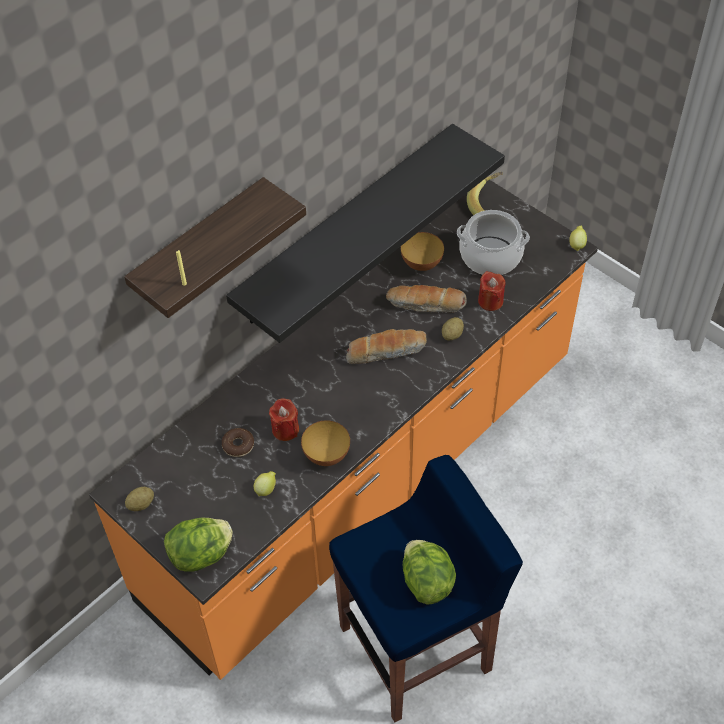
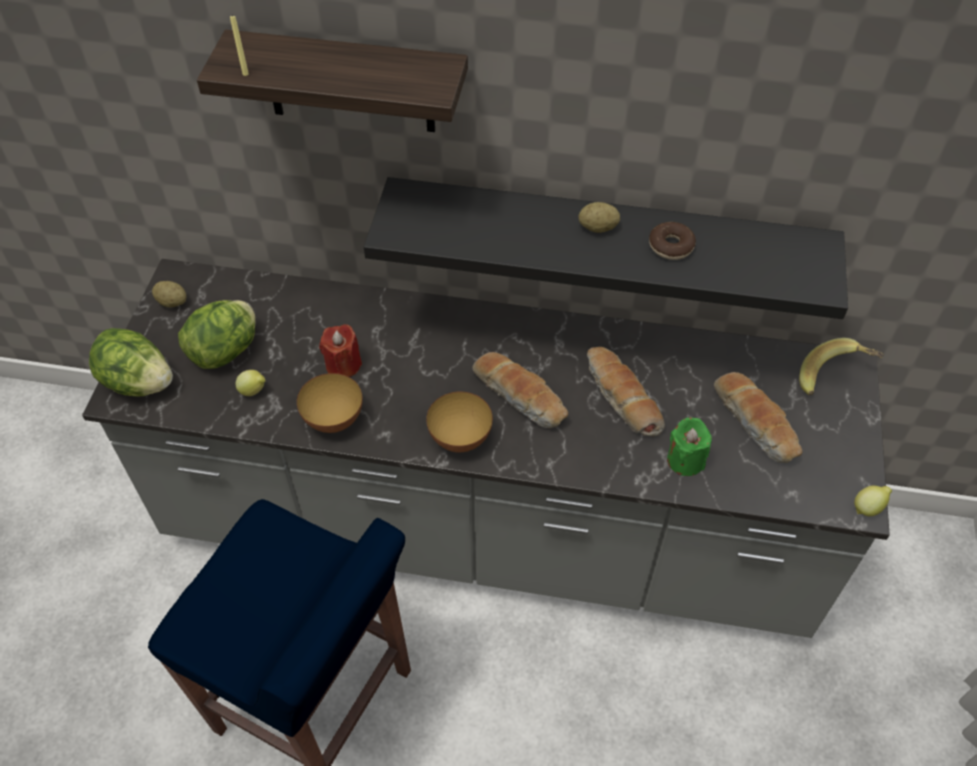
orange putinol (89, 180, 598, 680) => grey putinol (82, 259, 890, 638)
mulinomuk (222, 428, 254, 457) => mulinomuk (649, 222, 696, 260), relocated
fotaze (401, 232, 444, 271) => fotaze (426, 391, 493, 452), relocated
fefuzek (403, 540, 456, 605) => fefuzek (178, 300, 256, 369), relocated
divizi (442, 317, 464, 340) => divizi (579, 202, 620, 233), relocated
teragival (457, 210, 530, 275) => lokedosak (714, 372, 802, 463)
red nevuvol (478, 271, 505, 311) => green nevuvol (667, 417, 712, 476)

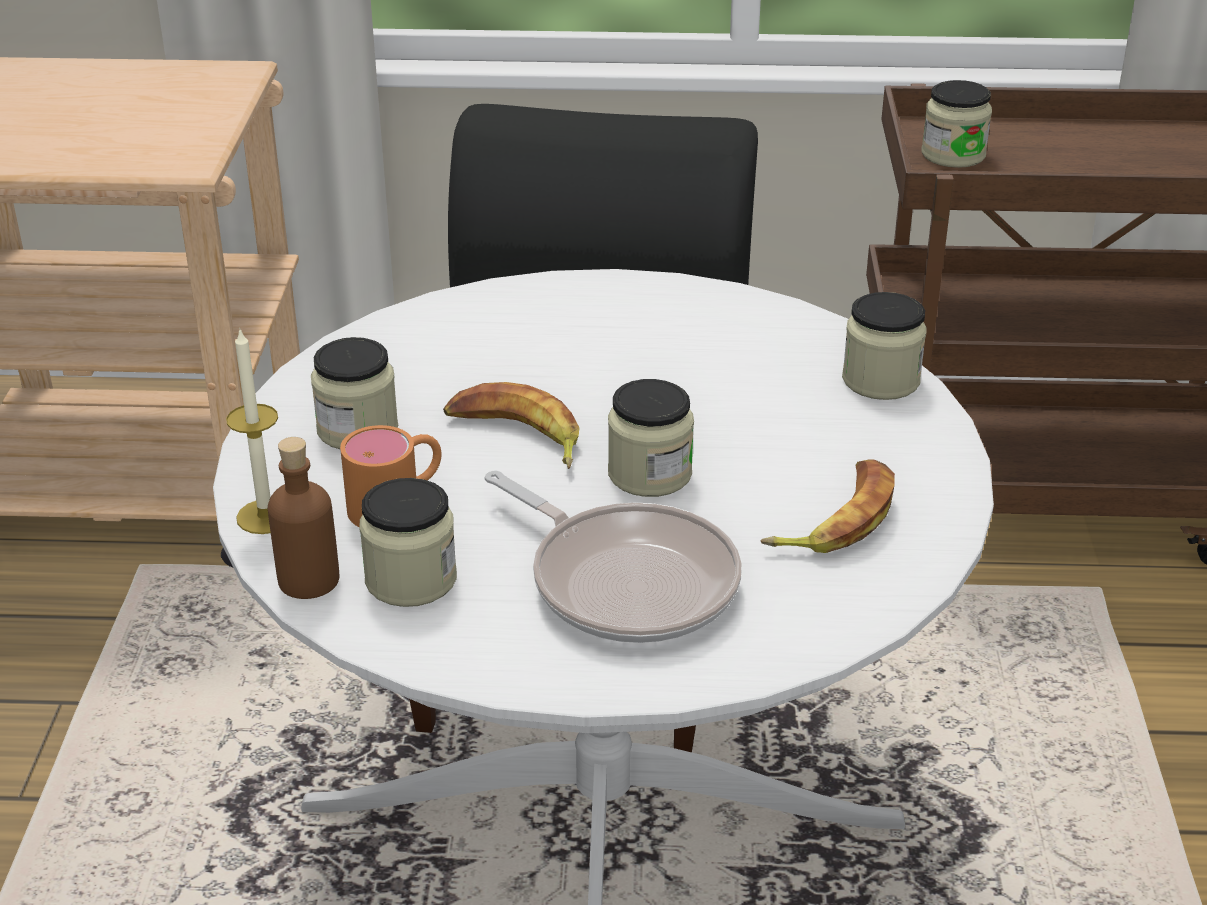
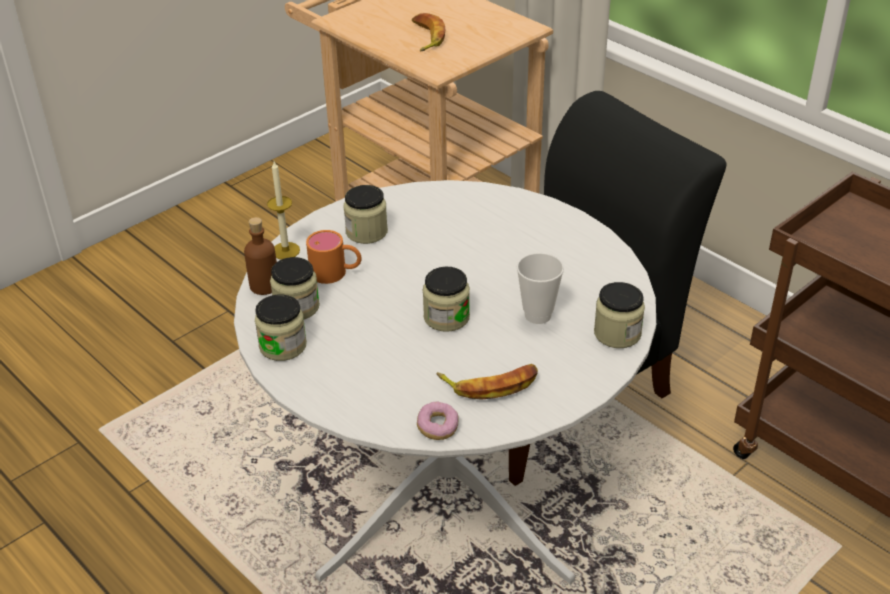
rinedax (443, 382, 580, 469) => rinedax (412, 13, 445, 51), relocated
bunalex (484, 470, 742, 643) => nothing
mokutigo (922, 80, 992, 168) => mokutigo (255, 295, 307, 361), relocated
nothing => mulinomuk (417, 402, 459, 440)
nothing => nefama (517, 253, 564, 324)

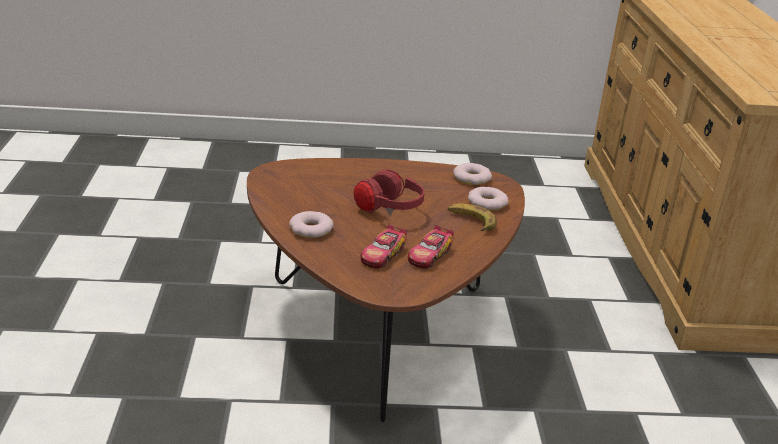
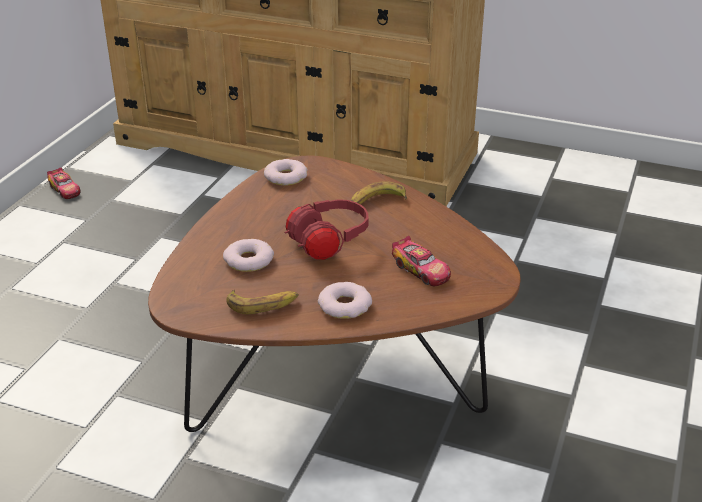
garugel (408, 225, 454, 269) => garugel (47, 168, 80, 199), relocated
mulinomuk (468, 187, 508, 210) => mulinomuk (223, 239, 274, 272), relocated
nothing => rinedax (226, 290, 299, 314)

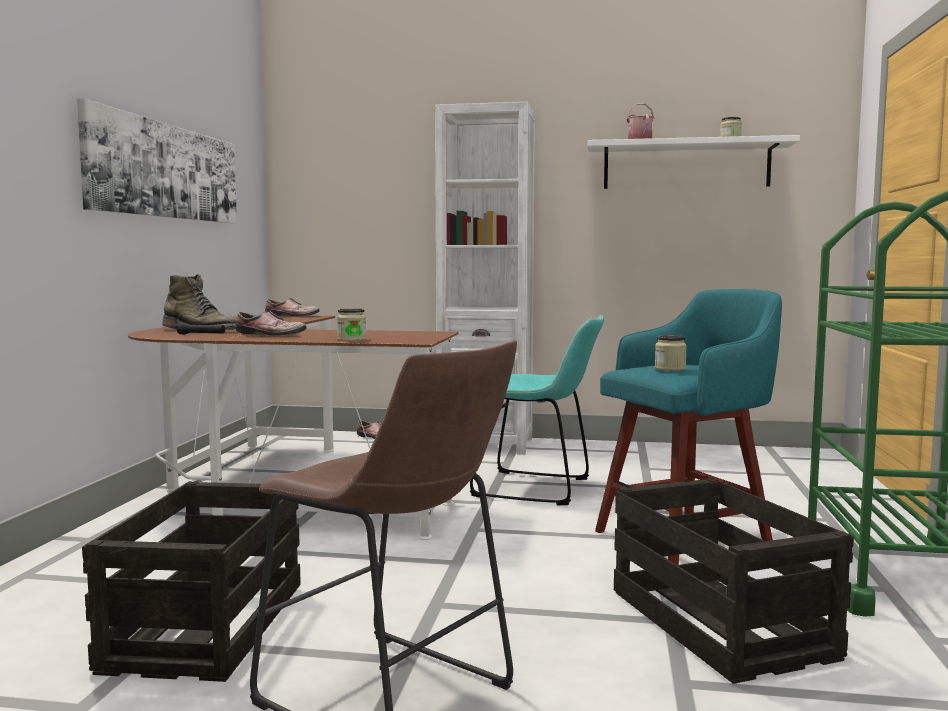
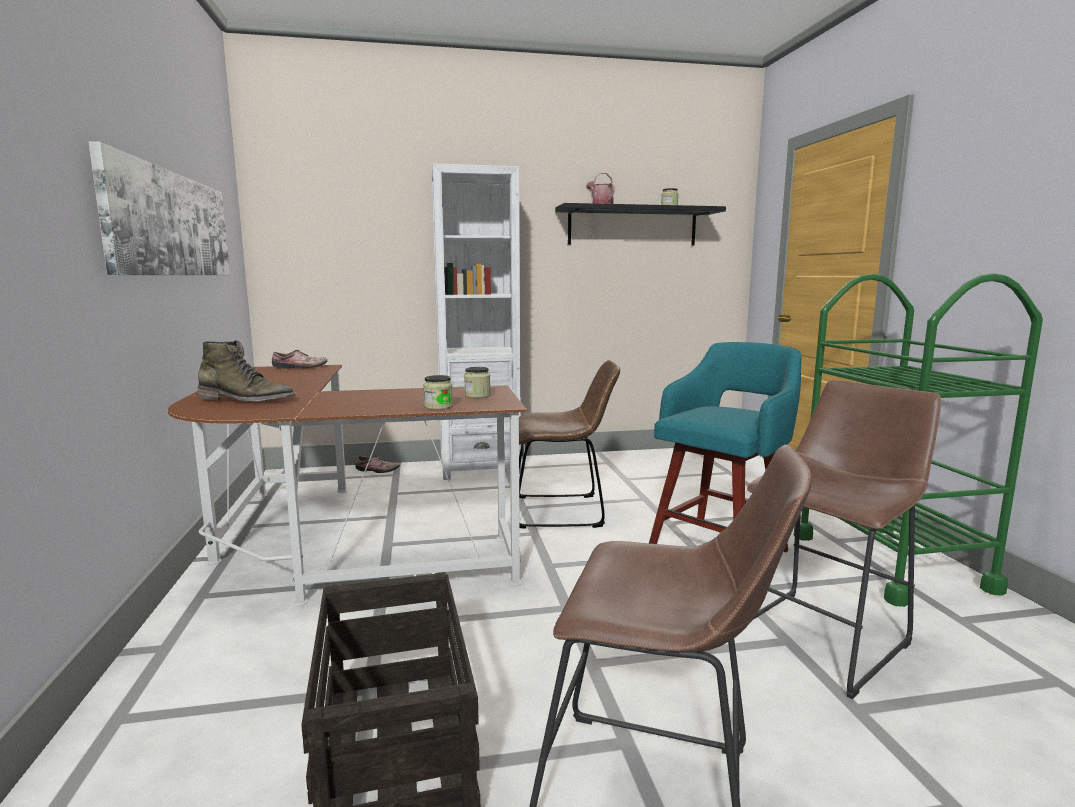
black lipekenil (176, 323, 225, 334) => nothing
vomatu (236, 311, 307, 336) => nothing
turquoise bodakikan (469, 315, 604, 505) => brown bodakikan (519, 360, 620, 529)
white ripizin (588, 135, 800, 189) => black ripizin (555, 203, 726, 246)
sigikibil (614, 478, 854, 684) => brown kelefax (747, 380, 941, 699)
mokutigo (655, 335, 687, 371) => mokutigo (464, 367, 490, 398), relocated

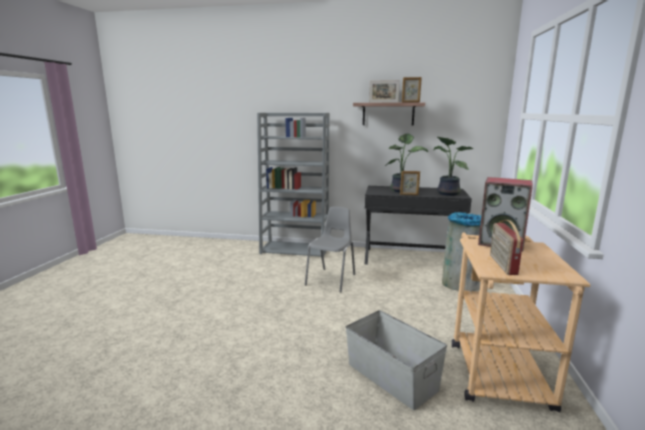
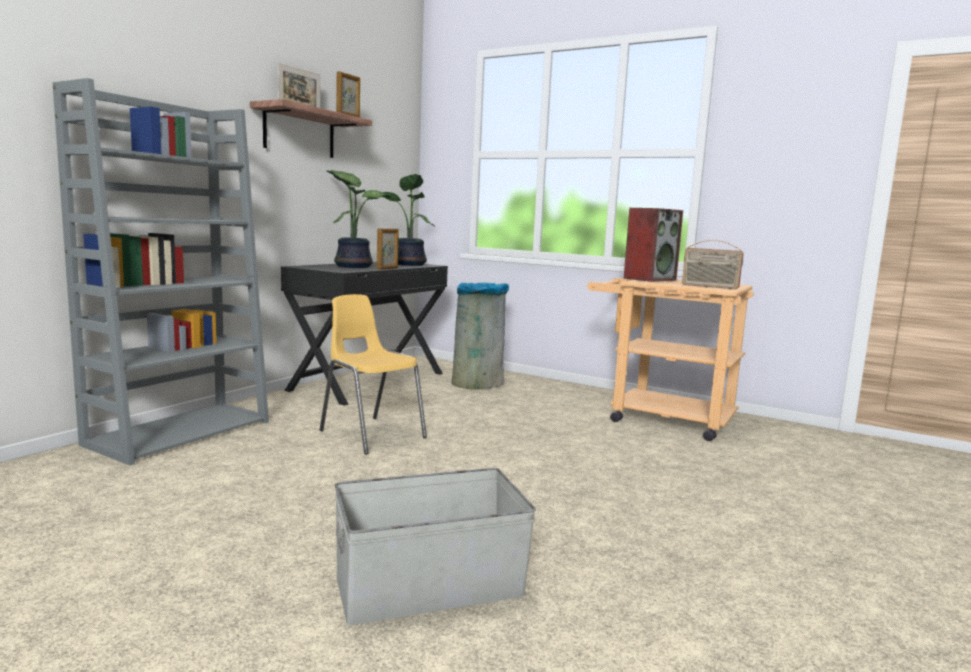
grey bodakikan (305, 207, 355, 292) => yellow bodakikan (320, 294, 427, 454)
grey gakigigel (346, 310, 447, 410) => grey gakigigel (335, 468, 536, 625), relocated

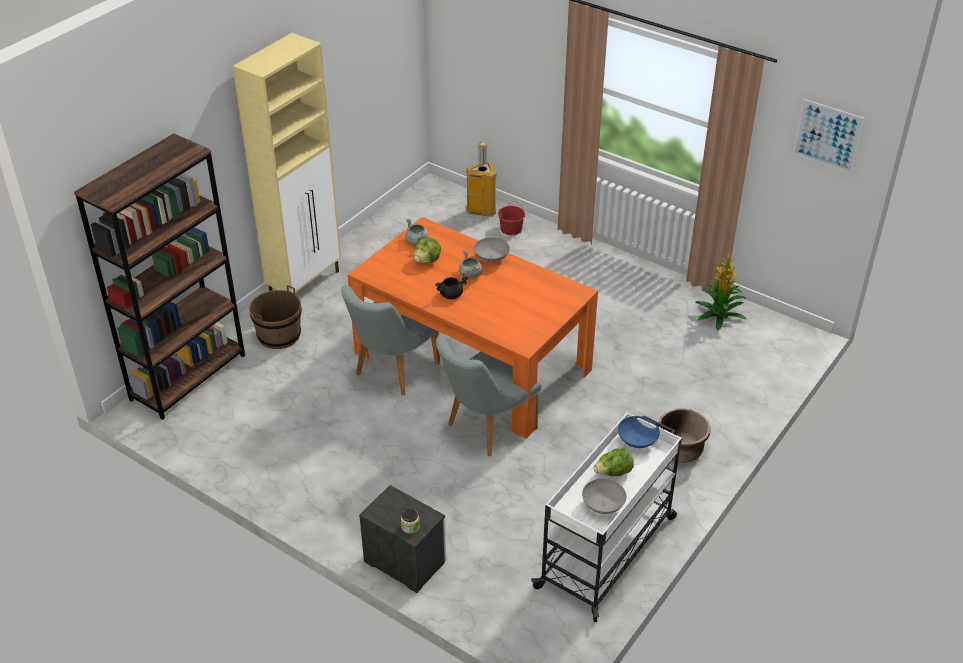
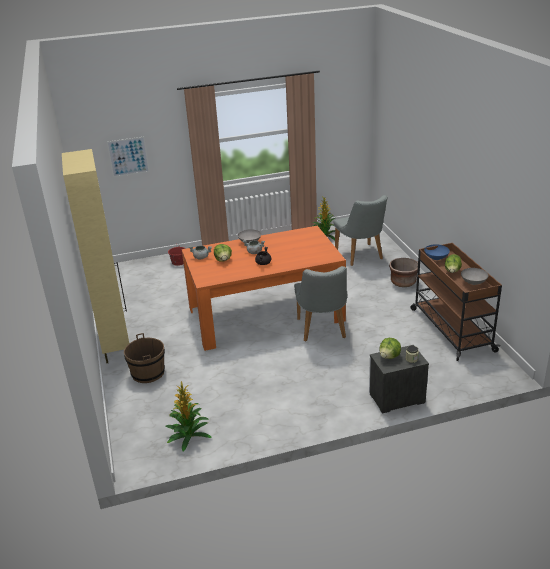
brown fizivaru (74, 133, 245, 420) => nothing
grey bodakikan (341, 286, 440, 396) => grey bodakikan (333, 195, 387, 266), relocated
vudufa (466, 142, 496, 217) => nothing
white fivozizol (531, 412, 682, 622) => brown fivozizol (410, 243, 502, 361)
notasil (793, 99, 865, 174) => notasil (107, 137, 150, 177), relocated
nothing => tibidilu (166, 381, 212, 451)
nothing => fefuzek (379, 338, 401, 359)

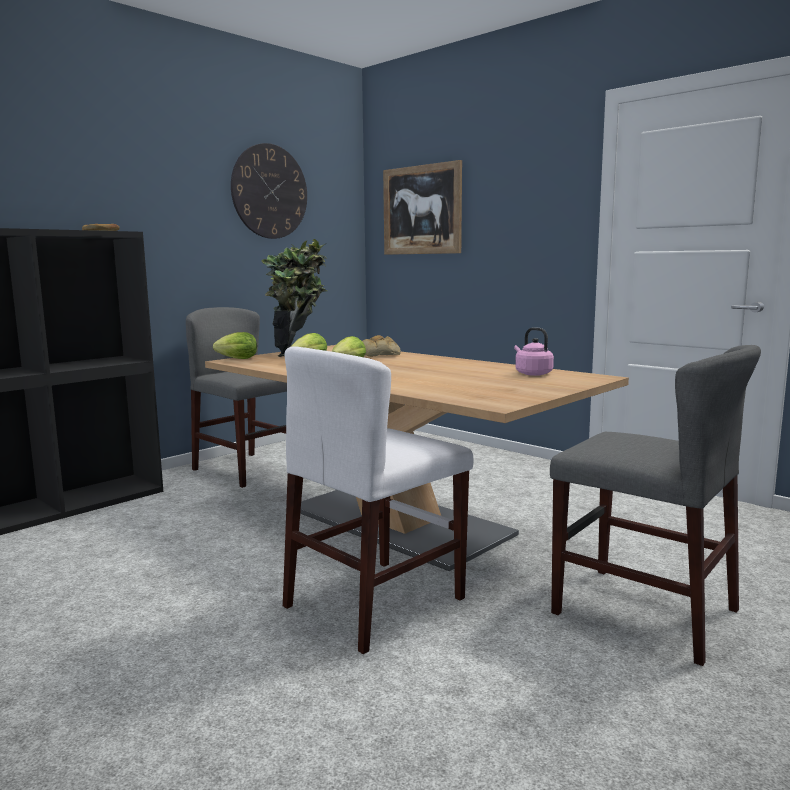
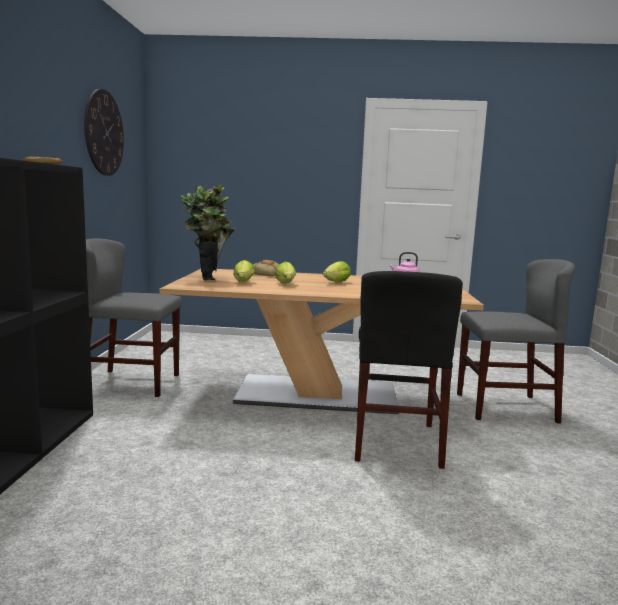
fefuzek (213, 332, 257, 359) => fefuzek (323, 261, 351, 282), relocated
white bodakikan (283, 346, 473, 654) => black bodakikan (355, 271, 463, 469)
notasil (383, 160, 462, 255) => nothing

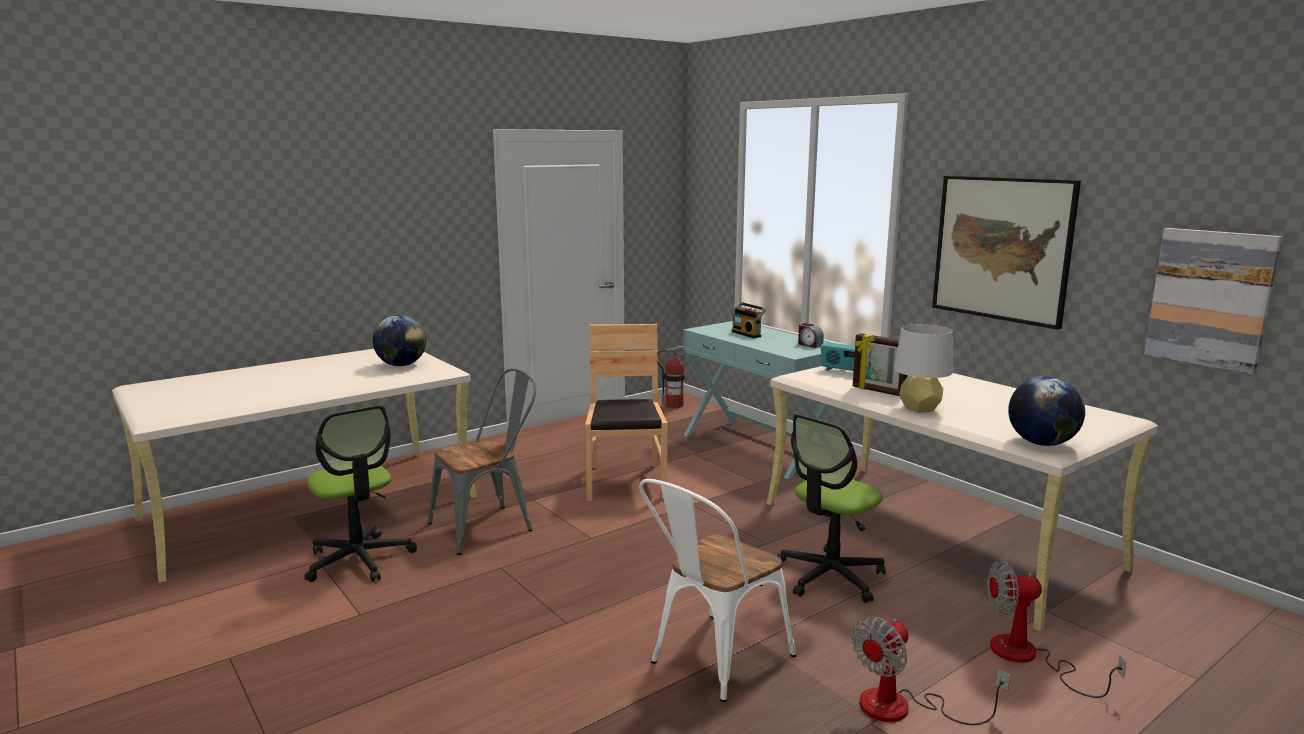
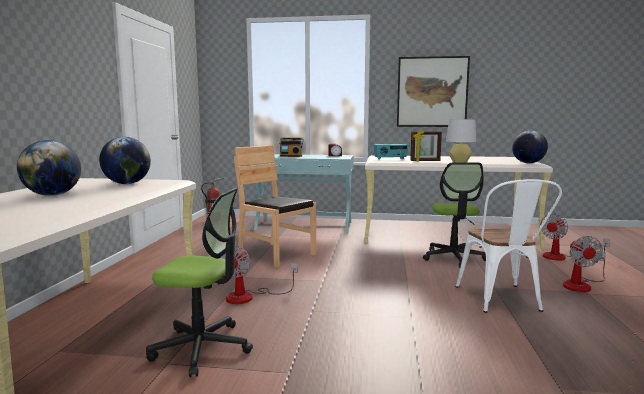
grey bodakikan (428, 368, 536, 555) => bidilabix (220, 245, 298, 304)
notasil (1144, 228, 1282, 375) => nothing
nothing => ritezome (17, 140, 81, 196)

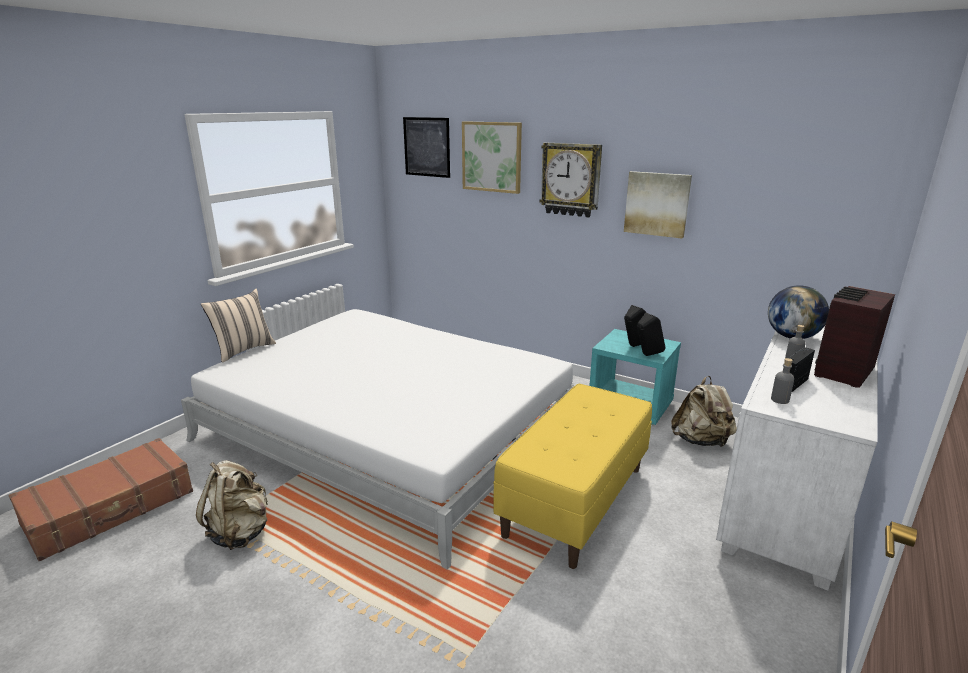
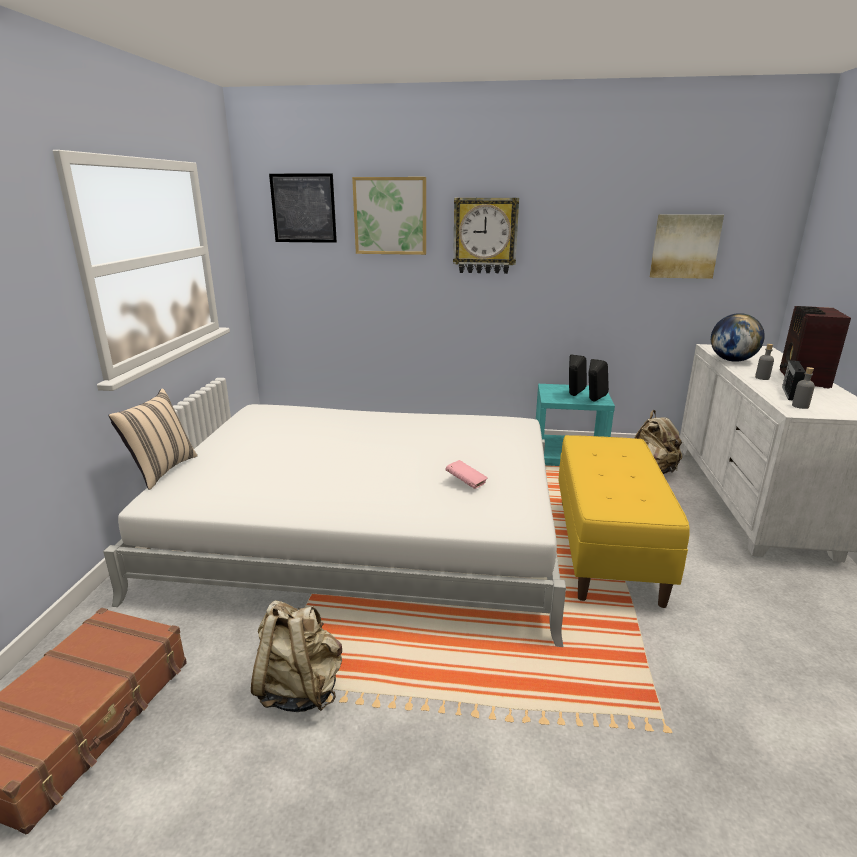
notasil (624, 171, 692, 238) => notasil (650, 214, 724, 279), relocated
nothing => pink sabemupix (445, 460, 488, 489)

